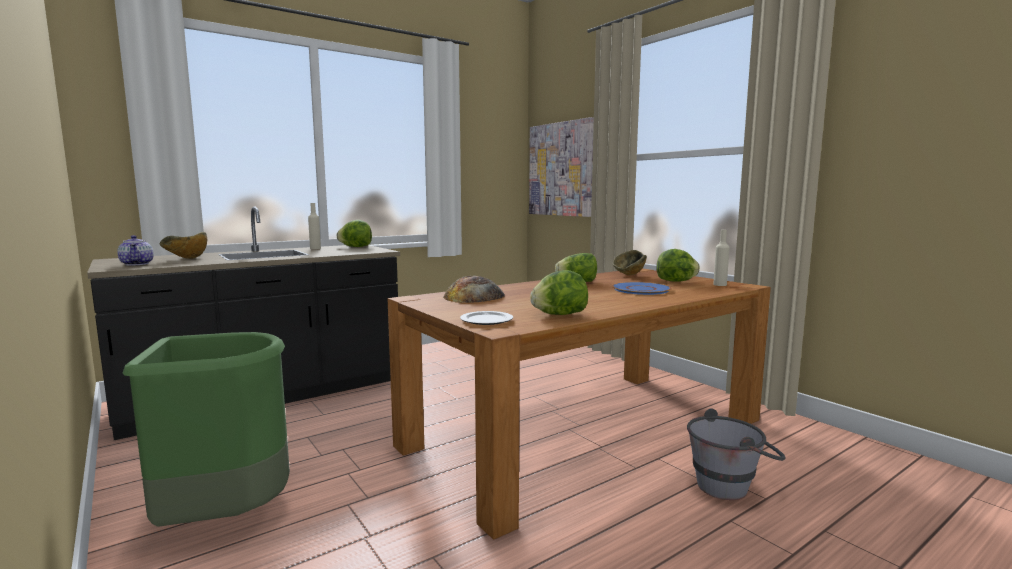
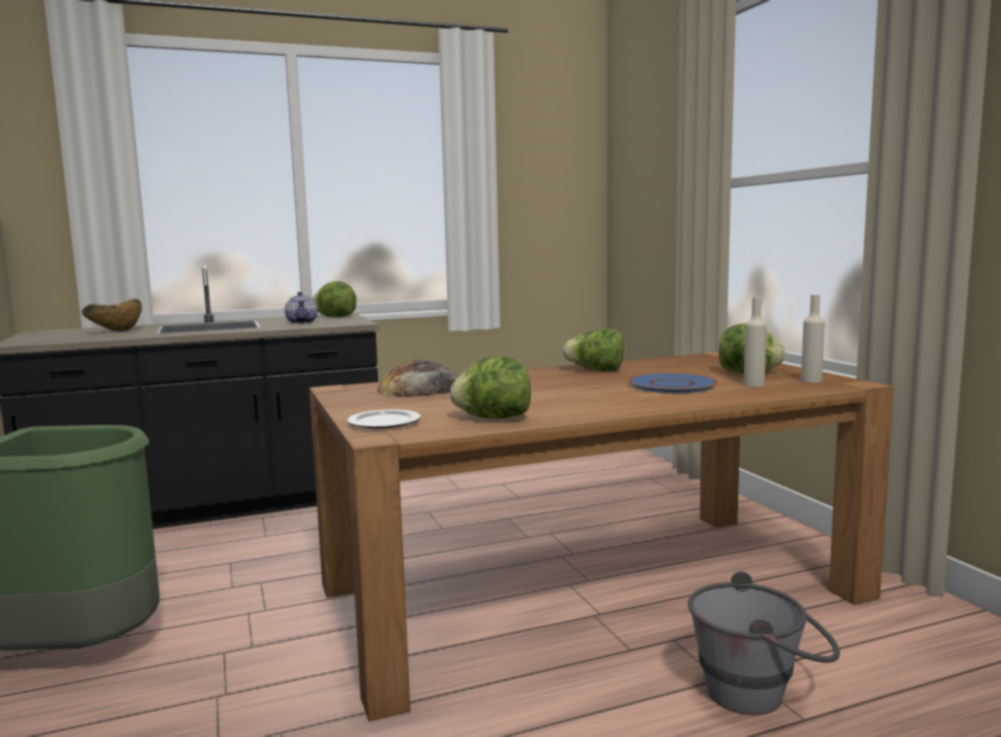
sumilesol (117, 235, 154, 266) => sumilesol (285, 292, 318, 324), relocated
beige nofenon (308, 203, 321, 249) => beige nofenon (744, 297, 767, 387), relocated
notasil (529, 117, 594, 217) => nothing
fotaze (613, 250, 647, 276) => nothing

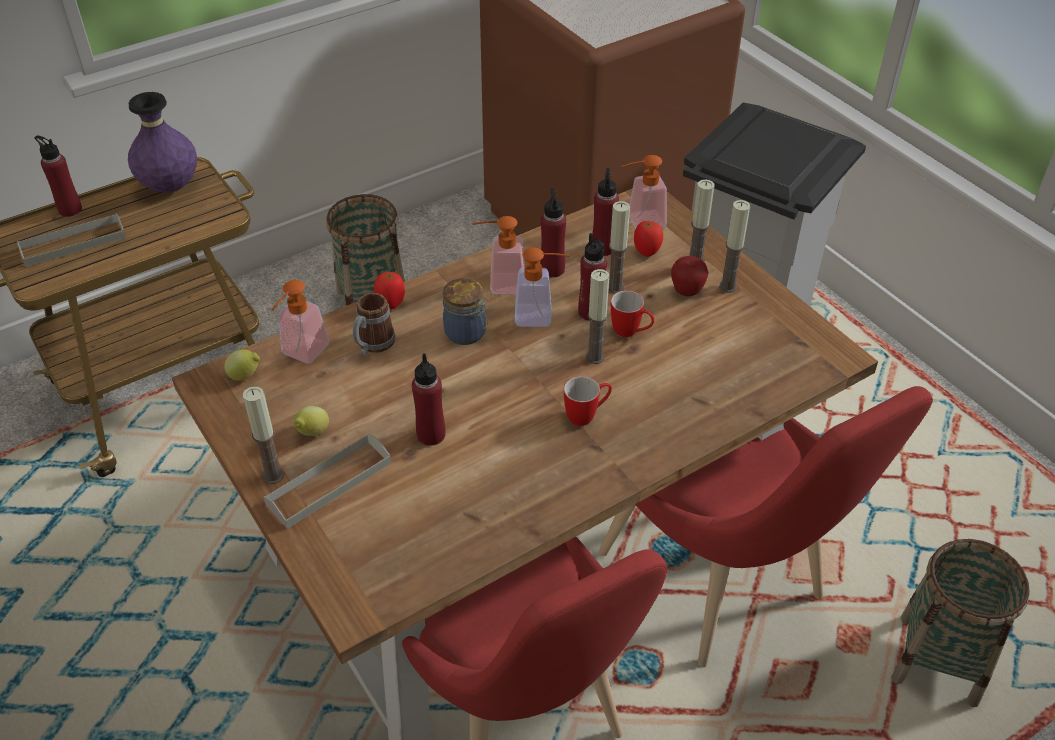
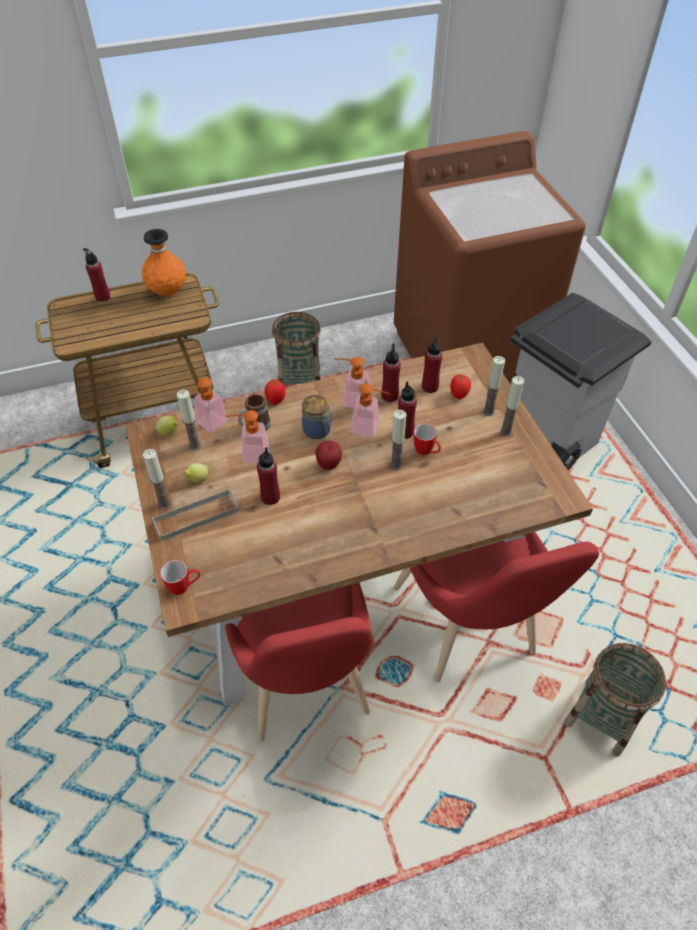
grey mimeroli (17, 213, 126, 267) => nothing
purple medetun (128, 92, 197, 193) => orange medetun (141, 229, 186, 296)
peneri (564, 376, 612, 426) => peneri (160, 560, 200, 595), relocated
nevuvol (608, 201, 630, 294) => nevuvol (177, 390, 201, 450), relocated
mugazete (621, 155, 667, 229) => mugazete (225, 410, 269, 463), relocated
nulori (671, 256, 709, 296) => nulori (315, 441, 342, 470), relocated

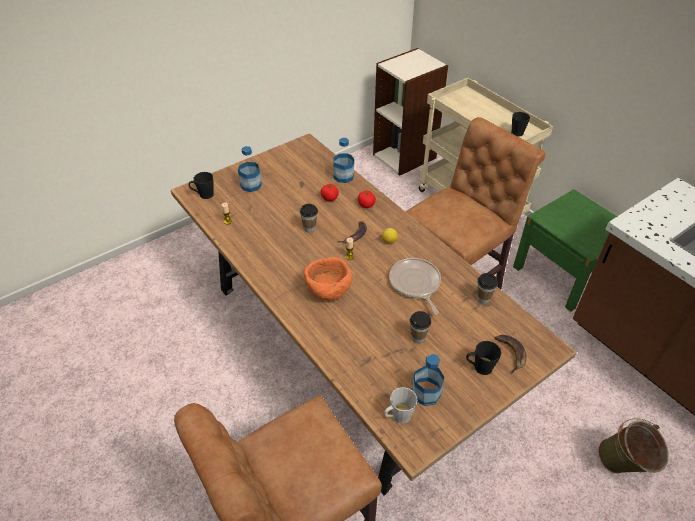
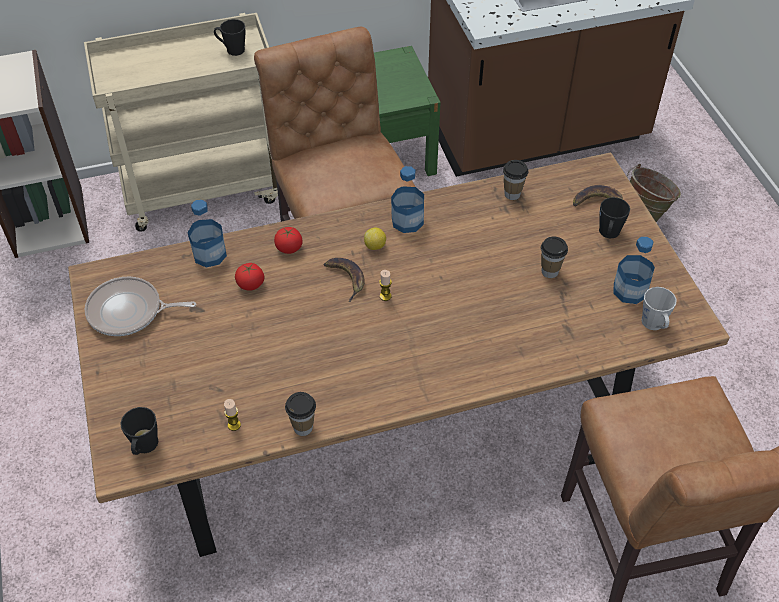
nofenon (238, 146, 262, 192) => nofenon (391, 166, 424, 233), relocated
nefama (300, 204, 318, 233) => nefama (285, 392, 316, 436), relocated
orange fotaze (304, 257, 352, 300) => nothing
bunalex (389, 258, 441, 314) => bunalex (84, 277, 197, 336), relocated

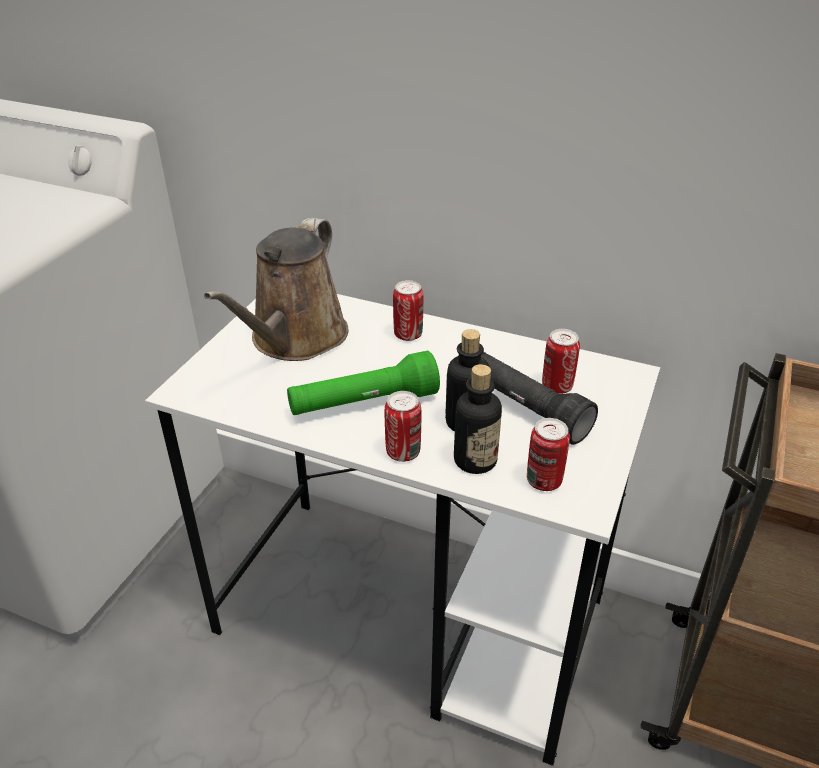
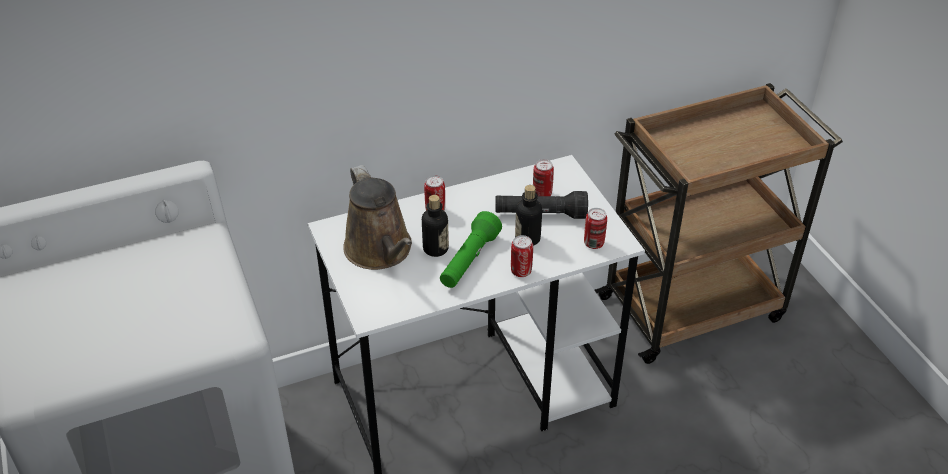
nofenon (454, 364, 502, 474) => nofenon (422, 195, 449, 257), relocated

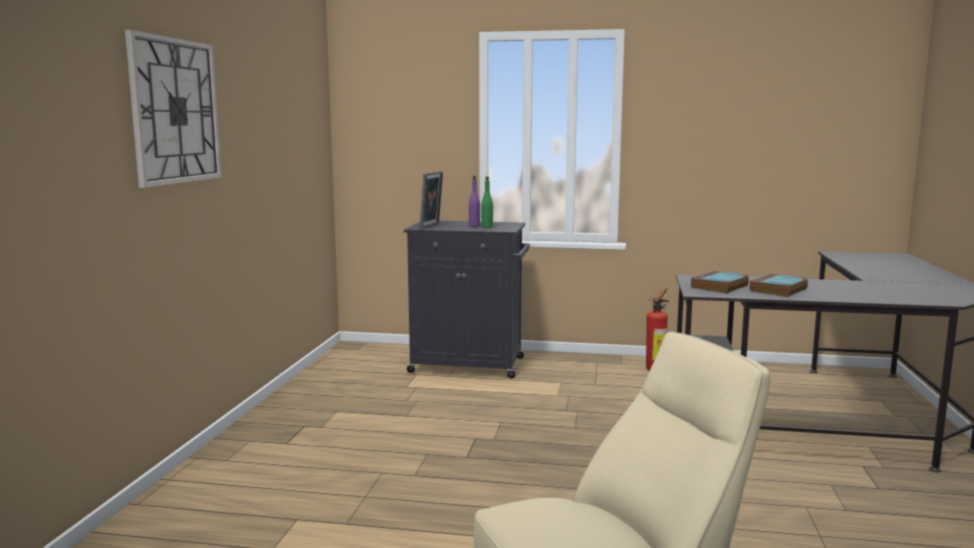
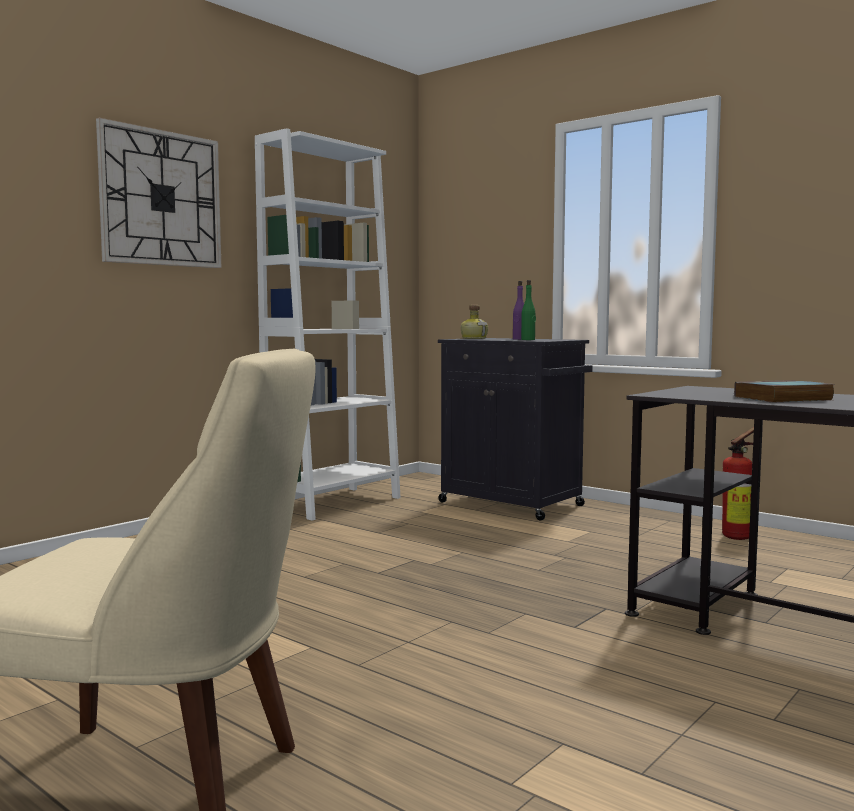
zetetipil (419, 171, 443, 229) => nofenon (460, 305, 488, 339)
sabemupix (691, 271, 749, 294) => nothing
nothing => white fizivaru (255, 128, 401, 521)

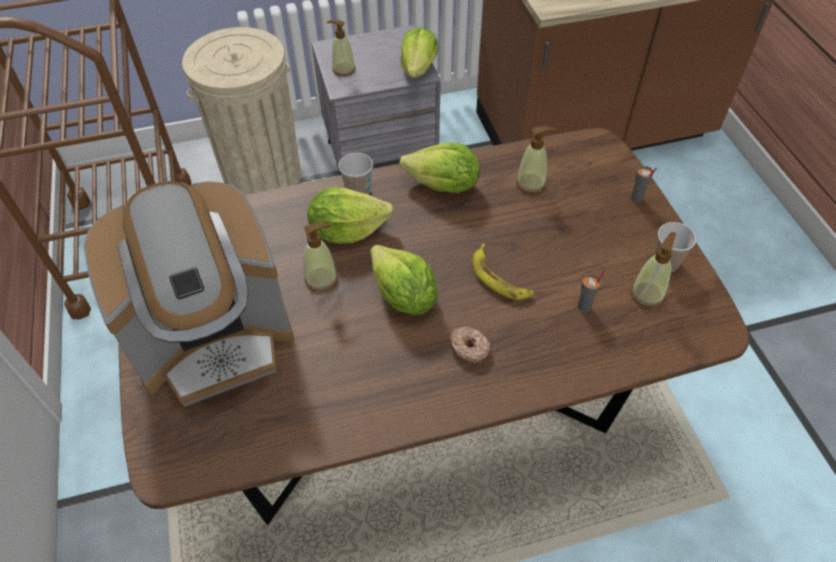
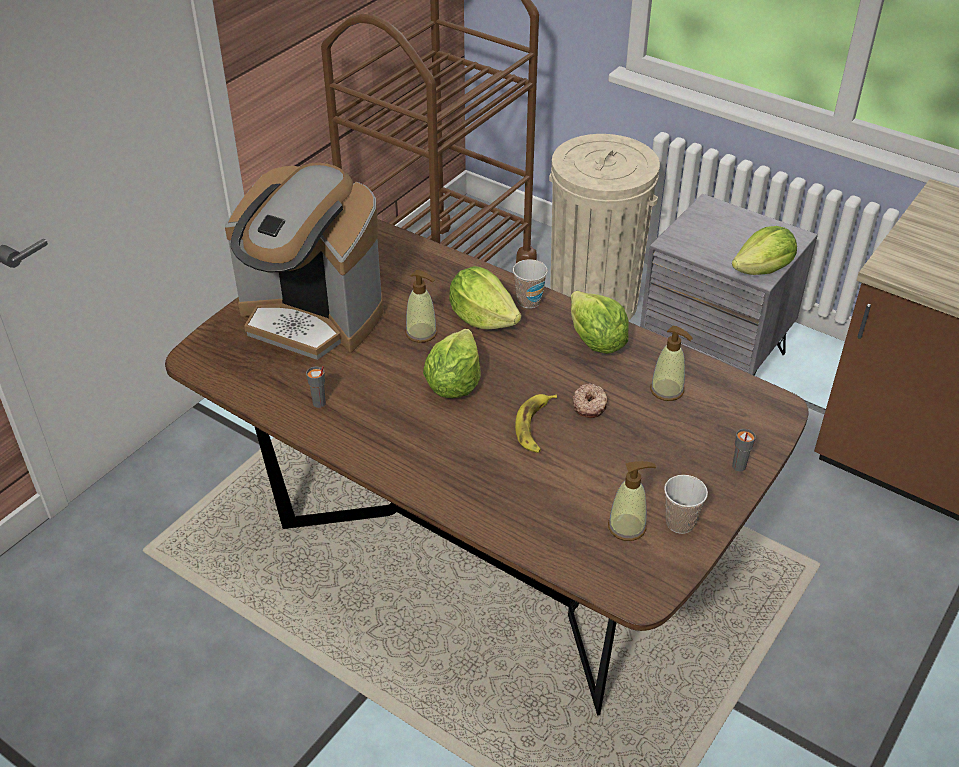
mugazete (327, 20, 355, 76) => nothing
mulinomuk (450, 326, 491, 364) => mulinomuk (572, 383, 608, 418), relocated
grey nefama (578, 270, 606, 312) => grey nefama (306, 366, 326, 408), relocated

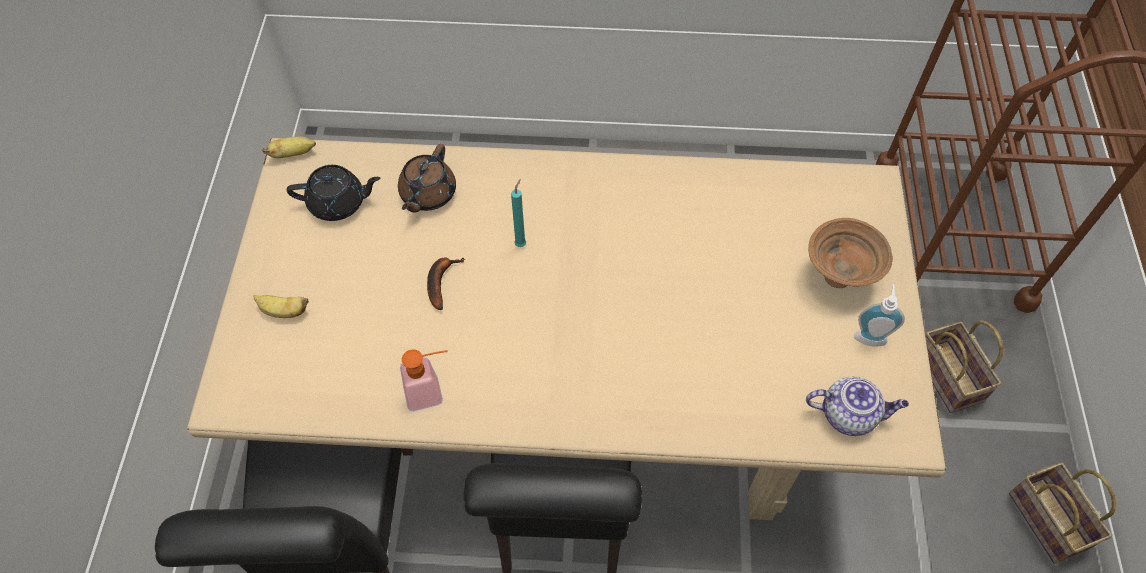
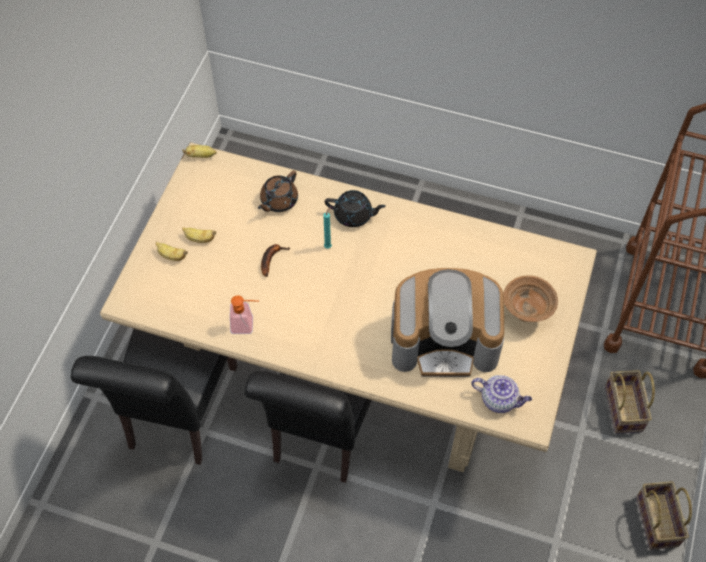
black sumilesol (287, 165, 380, 221) => black sumilesol (325, 190, 386, 227), relocated
mugazete (854, 284, 905, 347) => nothing
nothing => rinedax (182, 227, 216, 243)
nothing => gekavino (391, 268, 504, 377)

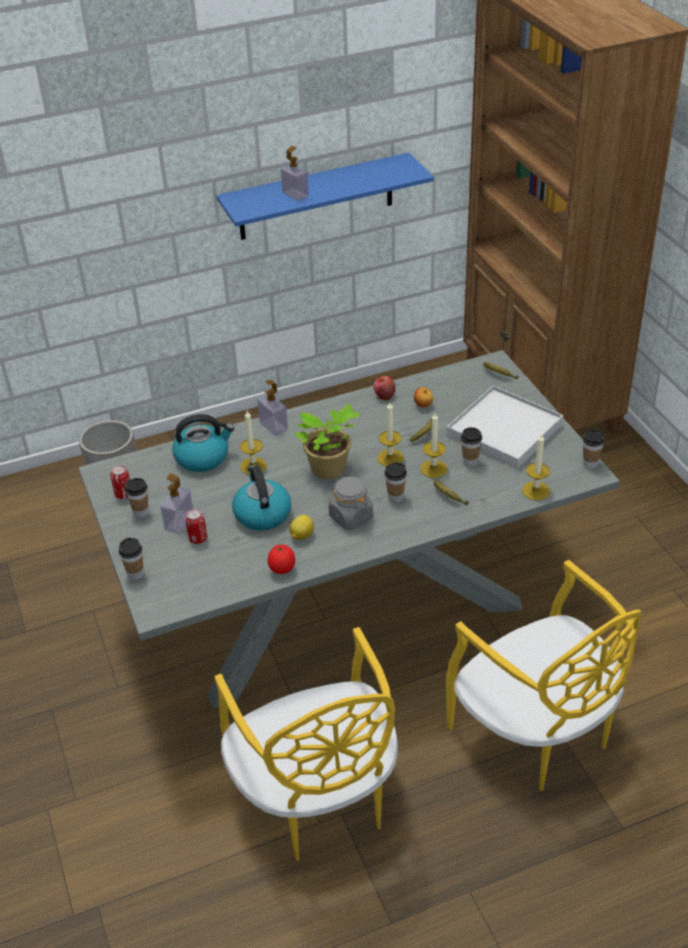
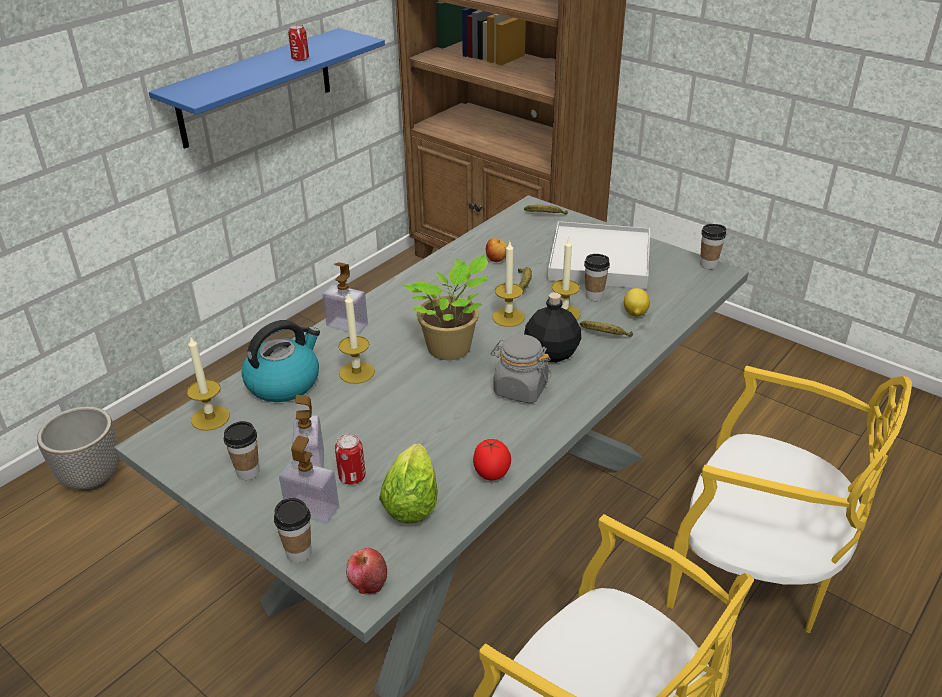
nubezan (110, 465, 130, 499) => nubezan (288, 24, 309, 61), relocated
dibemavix (232, 465, 291, 531) => nothing
mugazete (280, 146, 309, 201) => mugazete (279, 436, 339, 523), relocated
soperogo (289, 515, 314, 540) => soperogo (624, 288, 650, 317), relocated
nulori (373, 376, 395, 401) => nulori (346, 548, 387, 594), relocated
nefama (385, 462, 407, 503) => black nofenon (524, 292, 581, 363)
nevuvol (522, 434, 550, 500) => nevuvol (187, 336, 230, 431), relocated
nothing => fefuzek (379, 444, 438, 524)

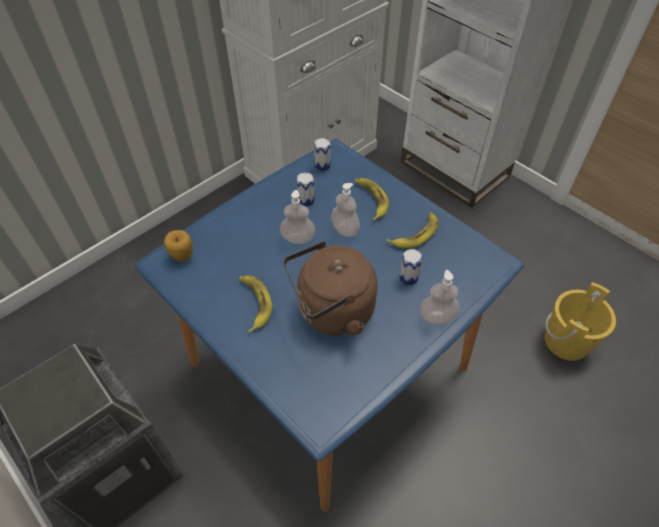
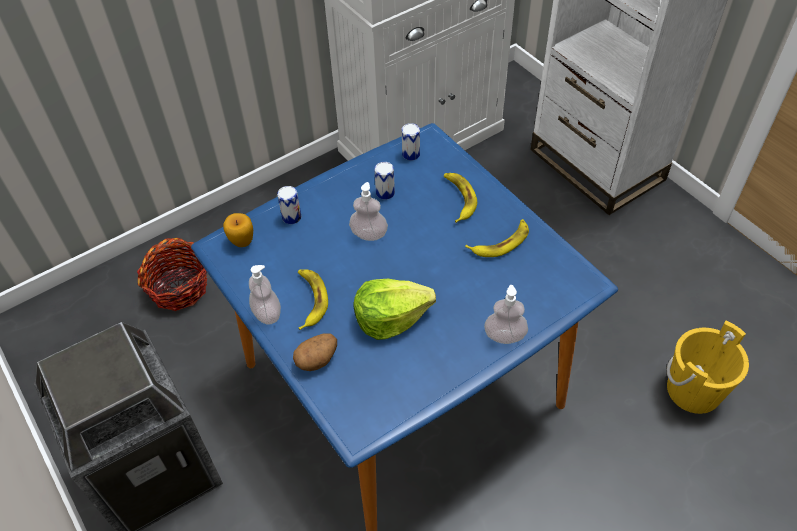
brown dibemavix (283, 241, 377, 336) => fefuzek (354, 279, 436, 340)
mugazete (331, 183, 360, 237) => mugazete (249, 265, 281, 325), relocated
nubezan (399, 249, 423, 285) => nubezan (277, 186, 301, 224), relocated
nothing => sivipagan (137, 238, 207, 311)
nothing => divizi (293, 333, 337, 371)

